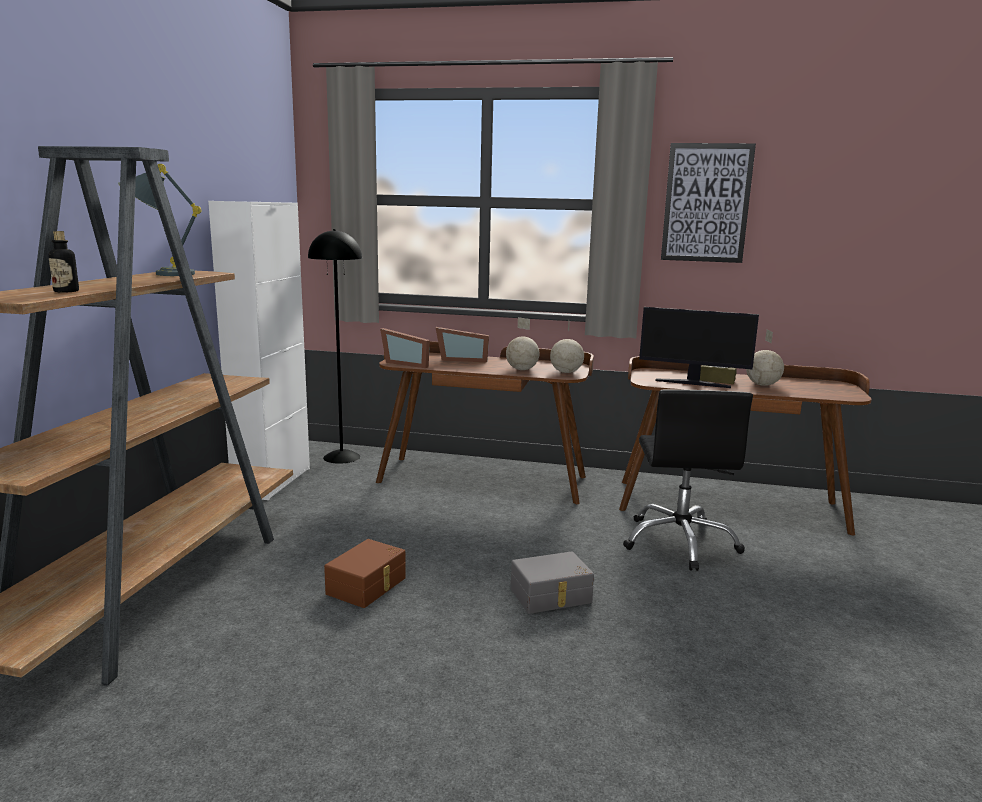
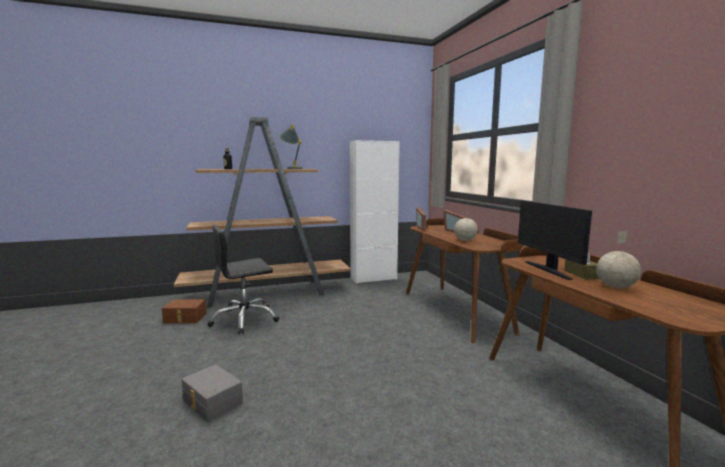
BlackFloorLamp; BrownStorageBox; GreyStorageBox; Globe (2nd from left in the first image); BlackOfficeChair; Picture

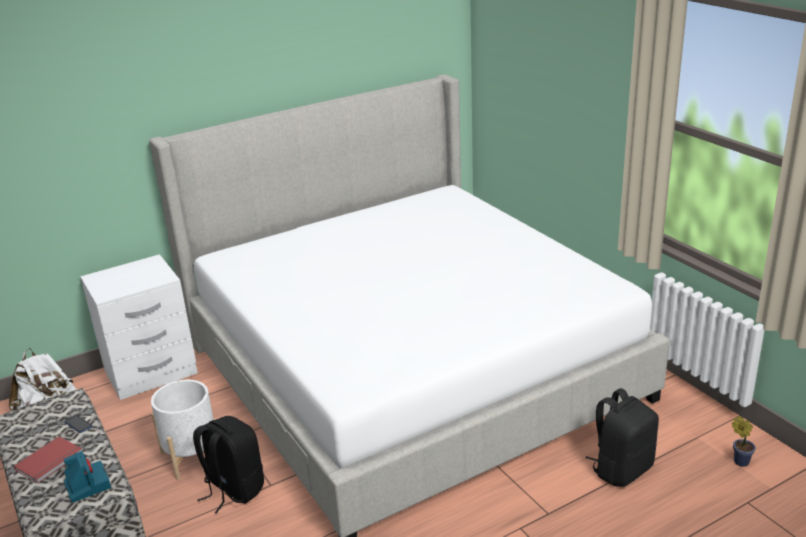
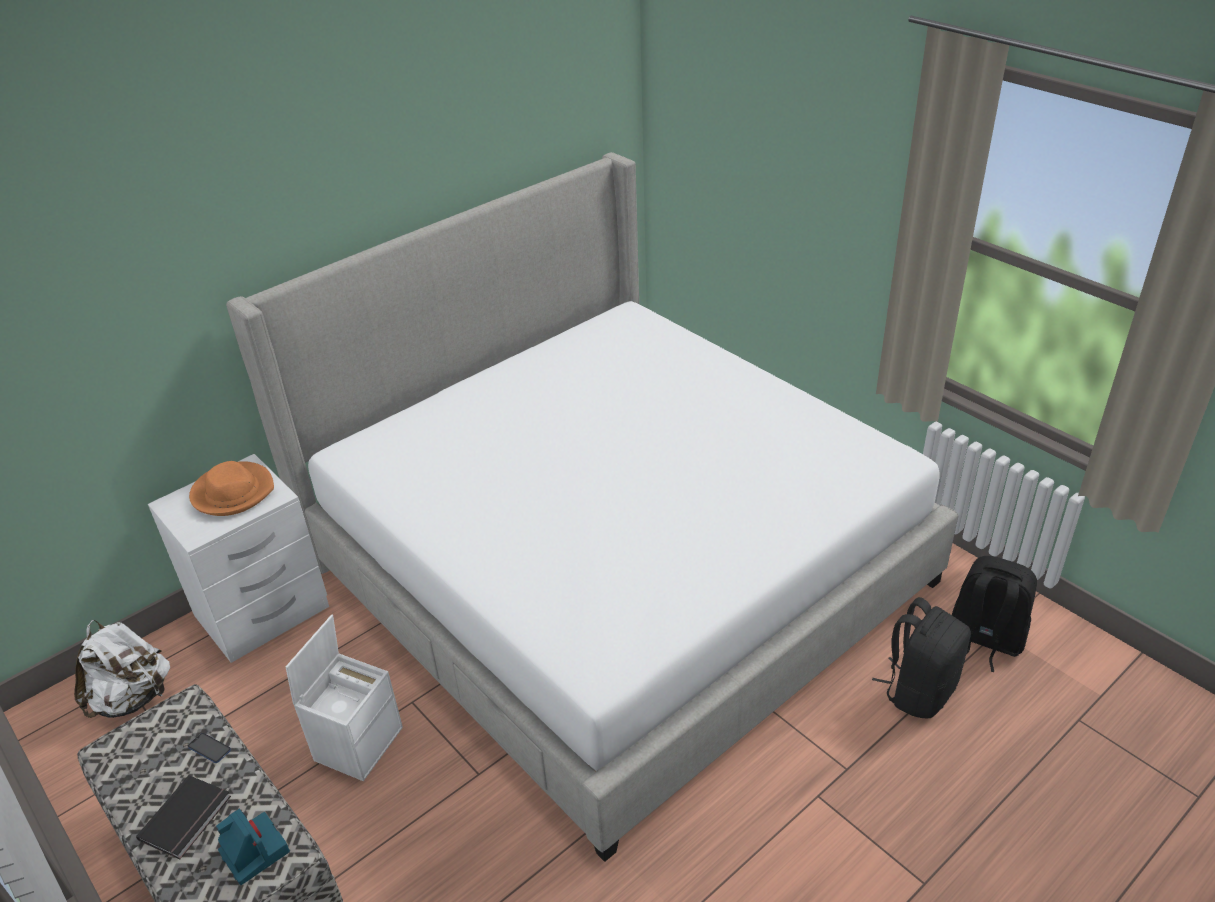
BlackBook; WhiteStorageBox; BlackBackpack (2nd from left); PottedPlant; OrangeHat

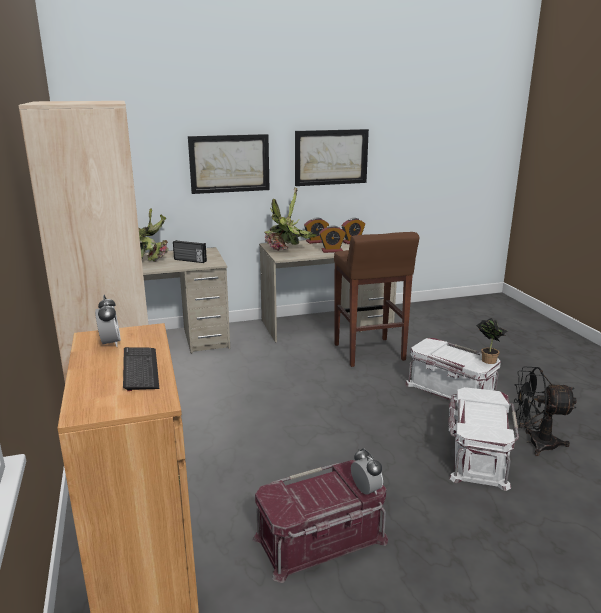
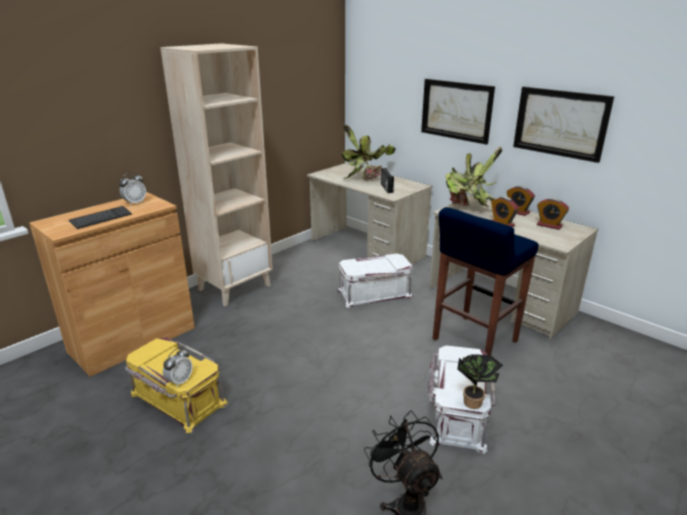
YellowStorageBox; BlueStool; WhiteStorageBox (1st from left)

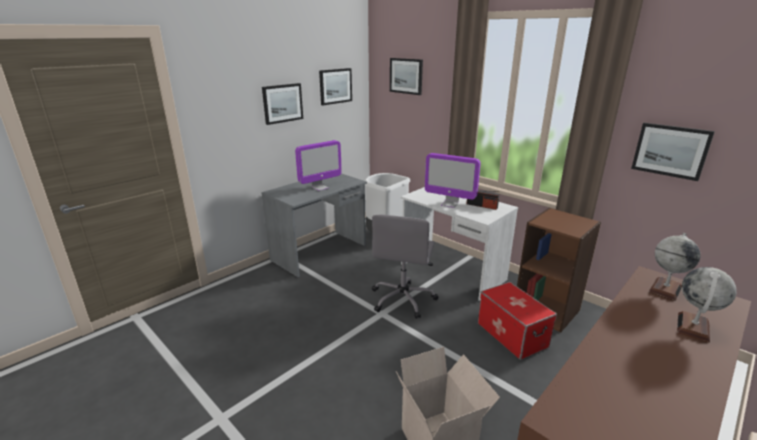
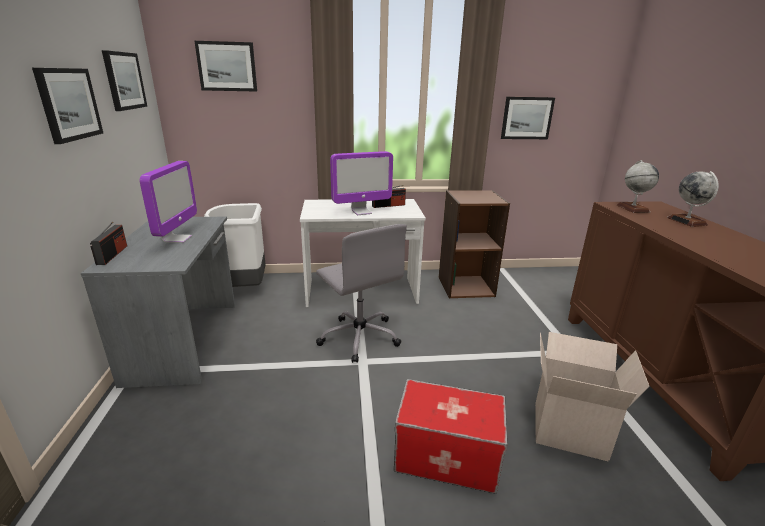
StorageBox; Radio (1st from left)

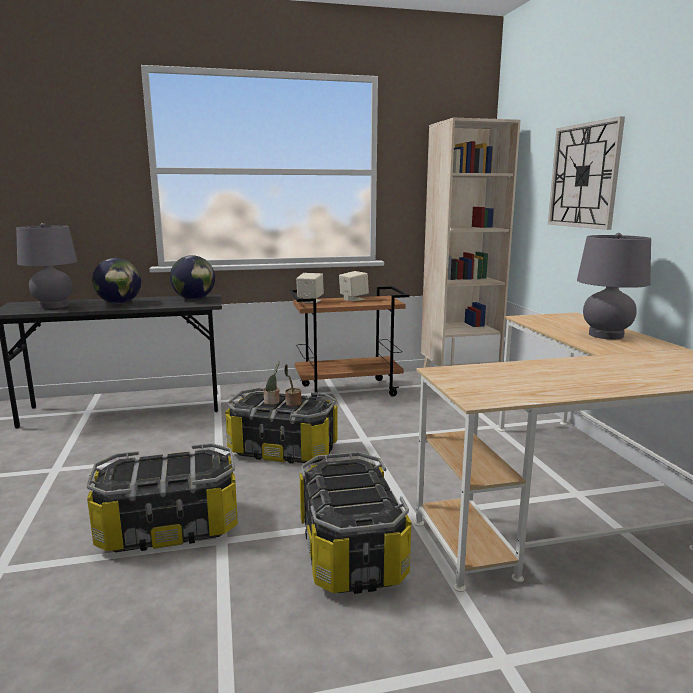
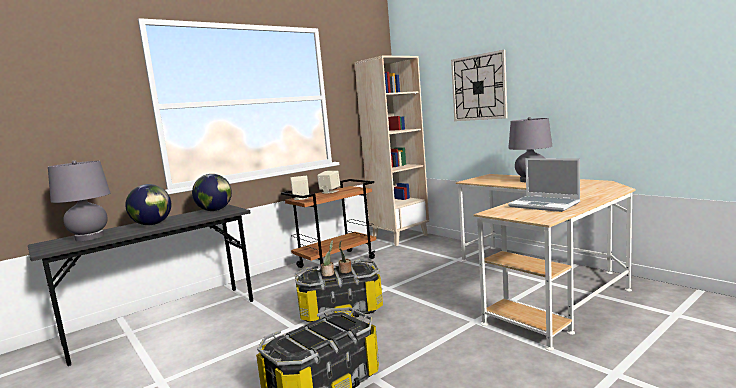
StorageBox (3rd from left in the first image); Laptop

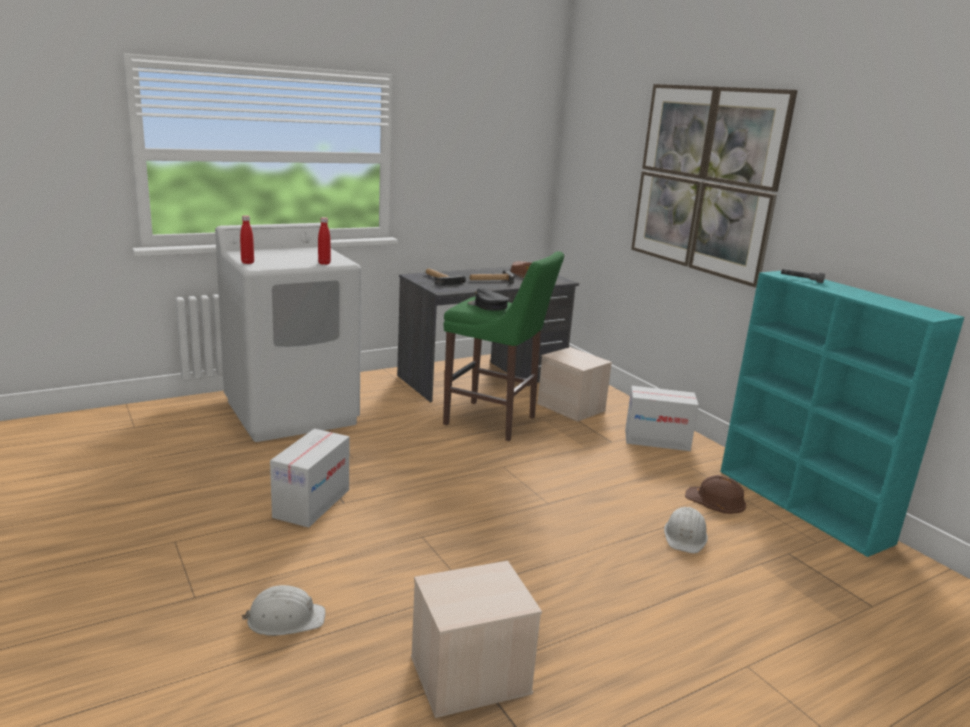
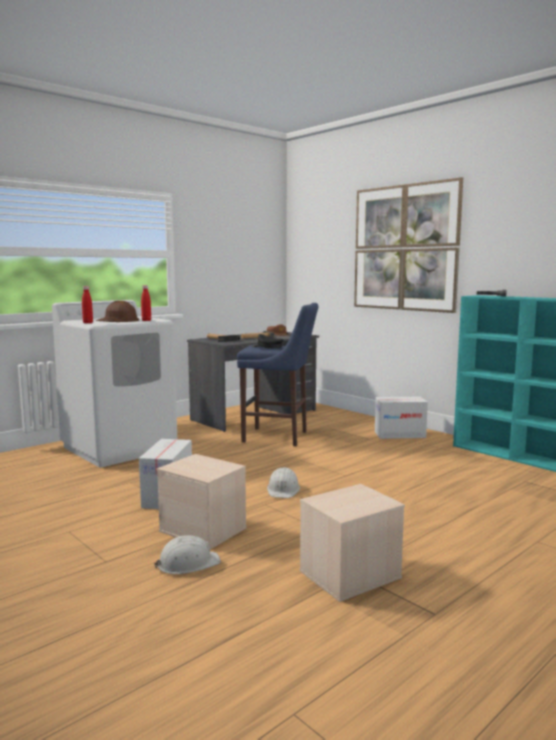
BlueStool; BeigeStorageBox (1st from left); WhiteHardHat (2nd from left); BrownHardHat

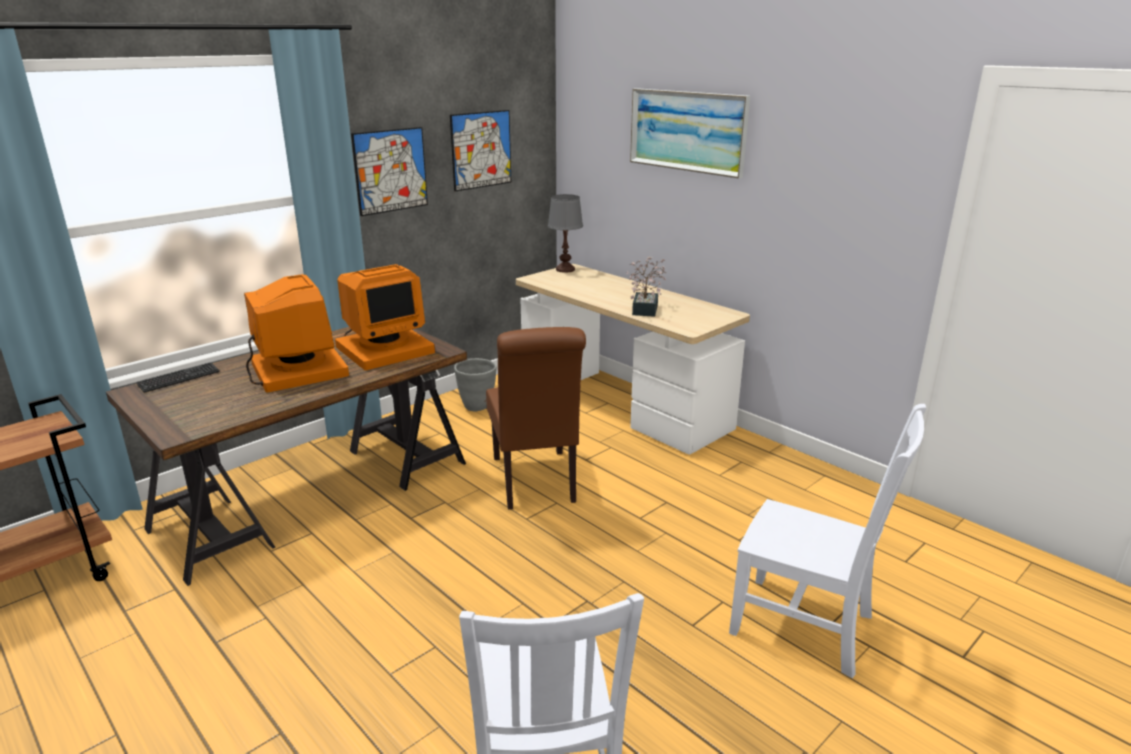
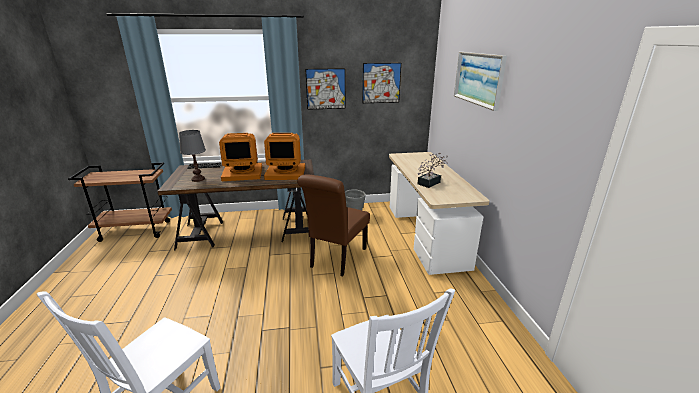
Monitor (1st from left); GreyTableLamp

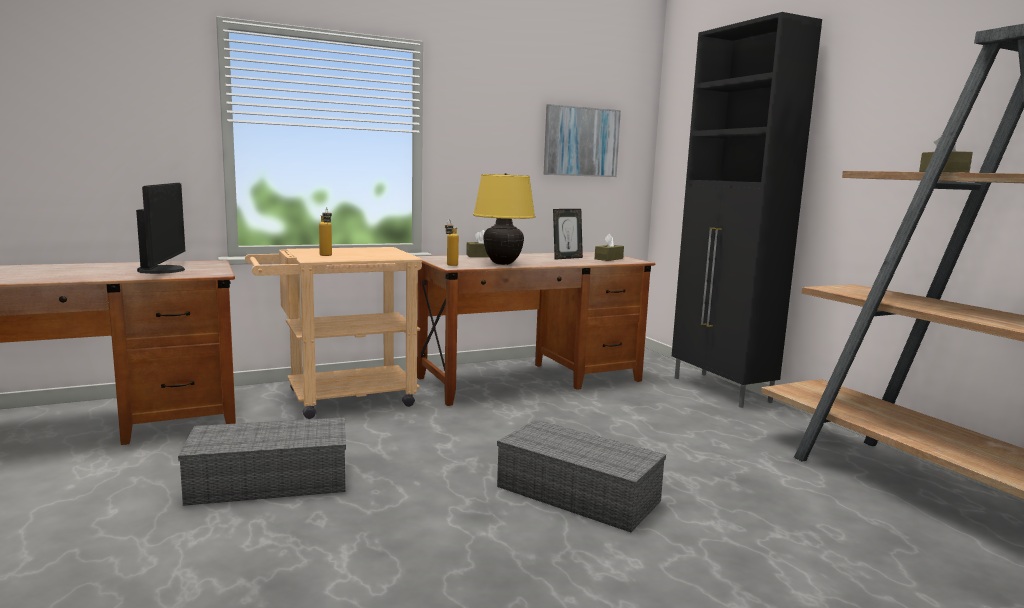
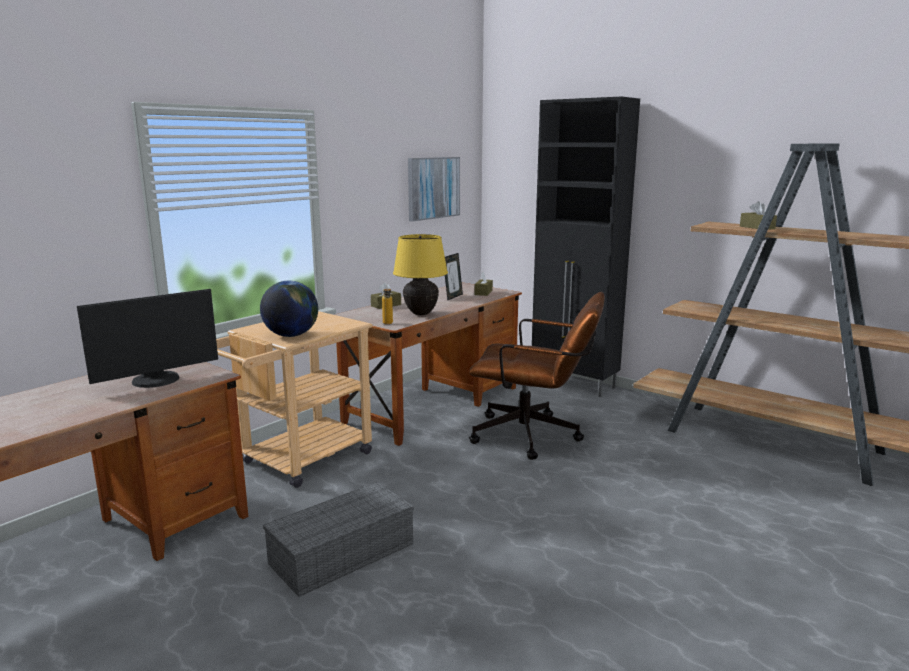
Monitor; Globe; GreyStorageBox (2nd from left in the first image); BrownOfficeChair

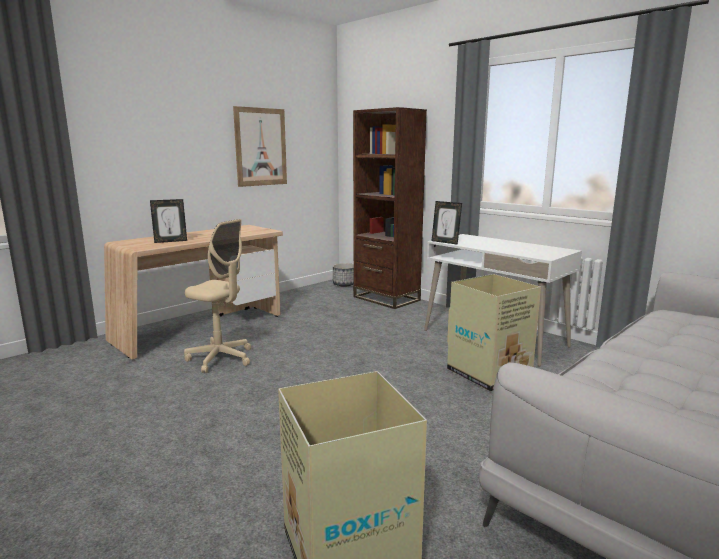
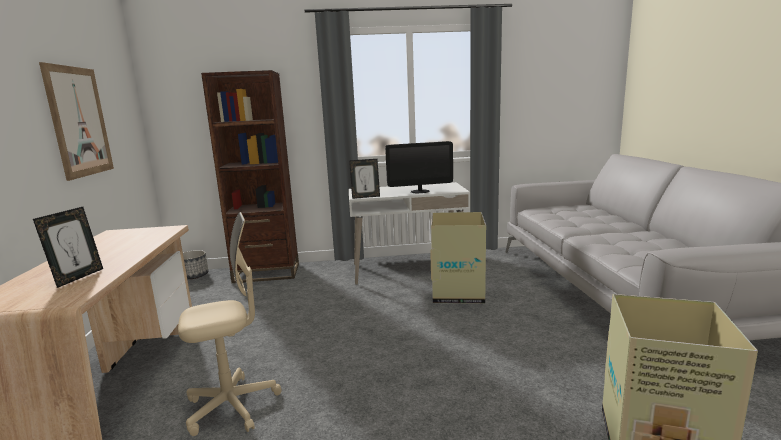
Monitor

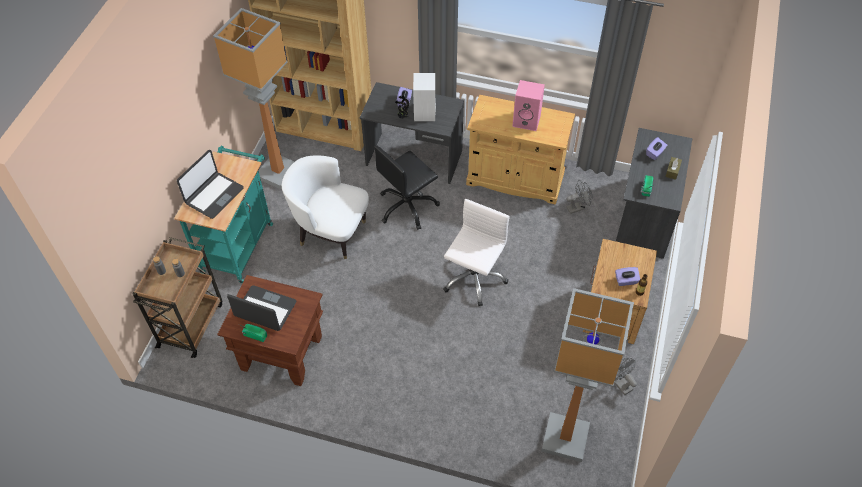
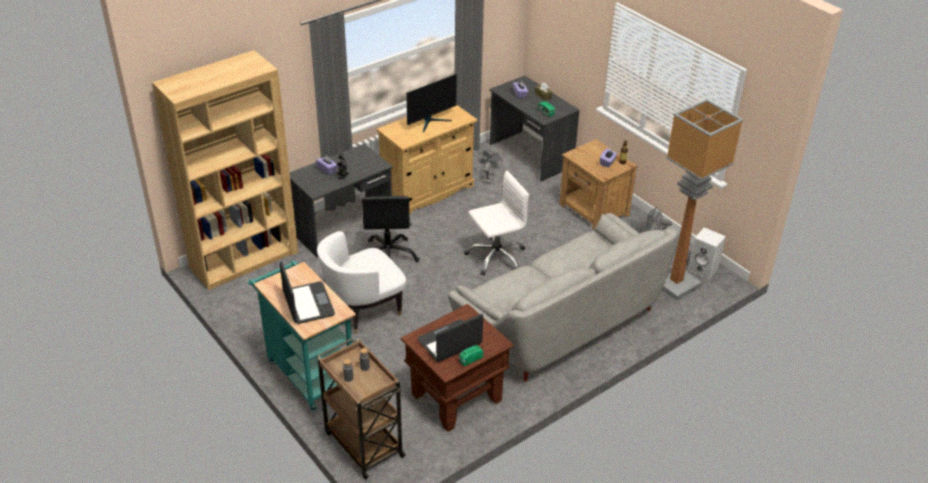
FloorLamp (1st from left in the first image); WhiteSpeaker; WhiteOfficeChair; Monitor; GreySofa

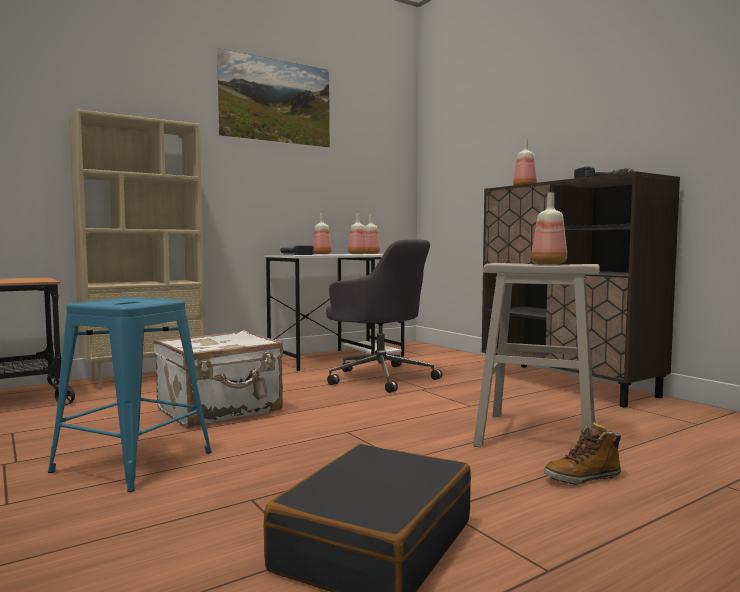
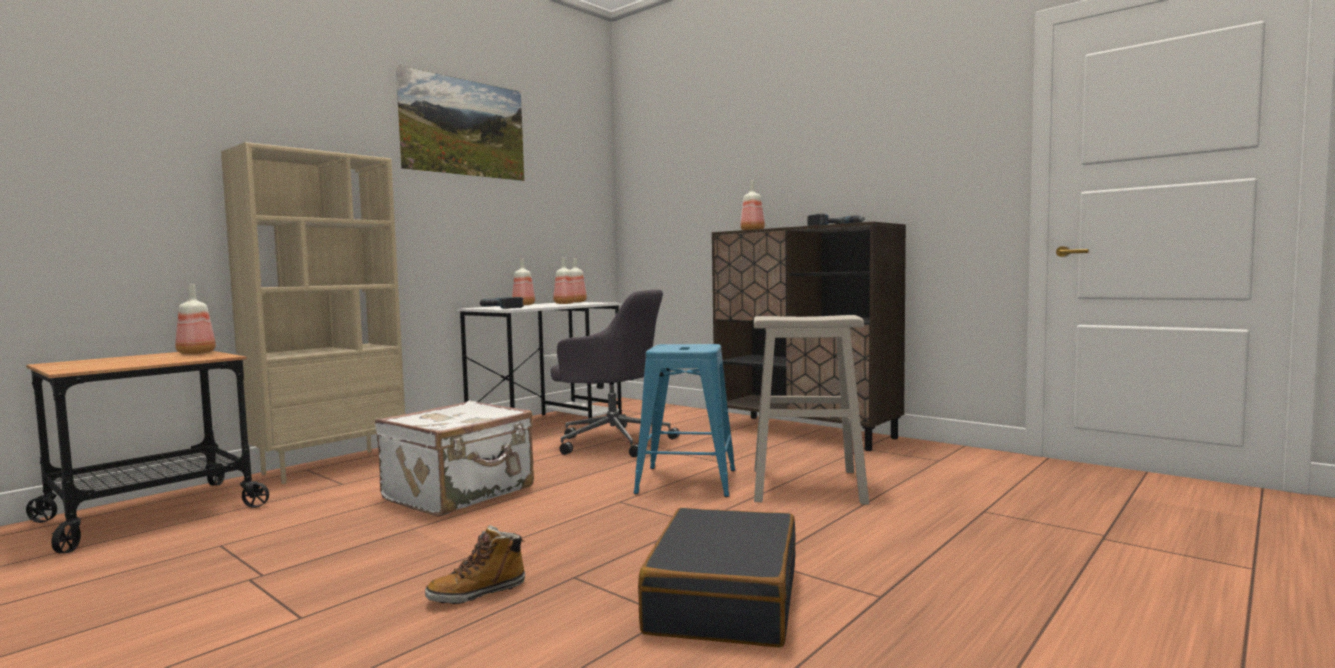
BlueStool; Bottle (1st from left); Boot

